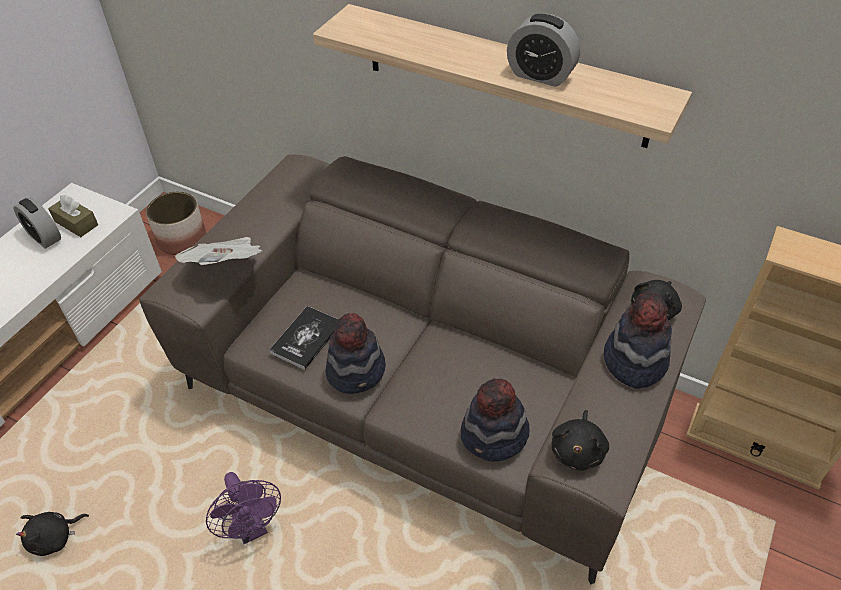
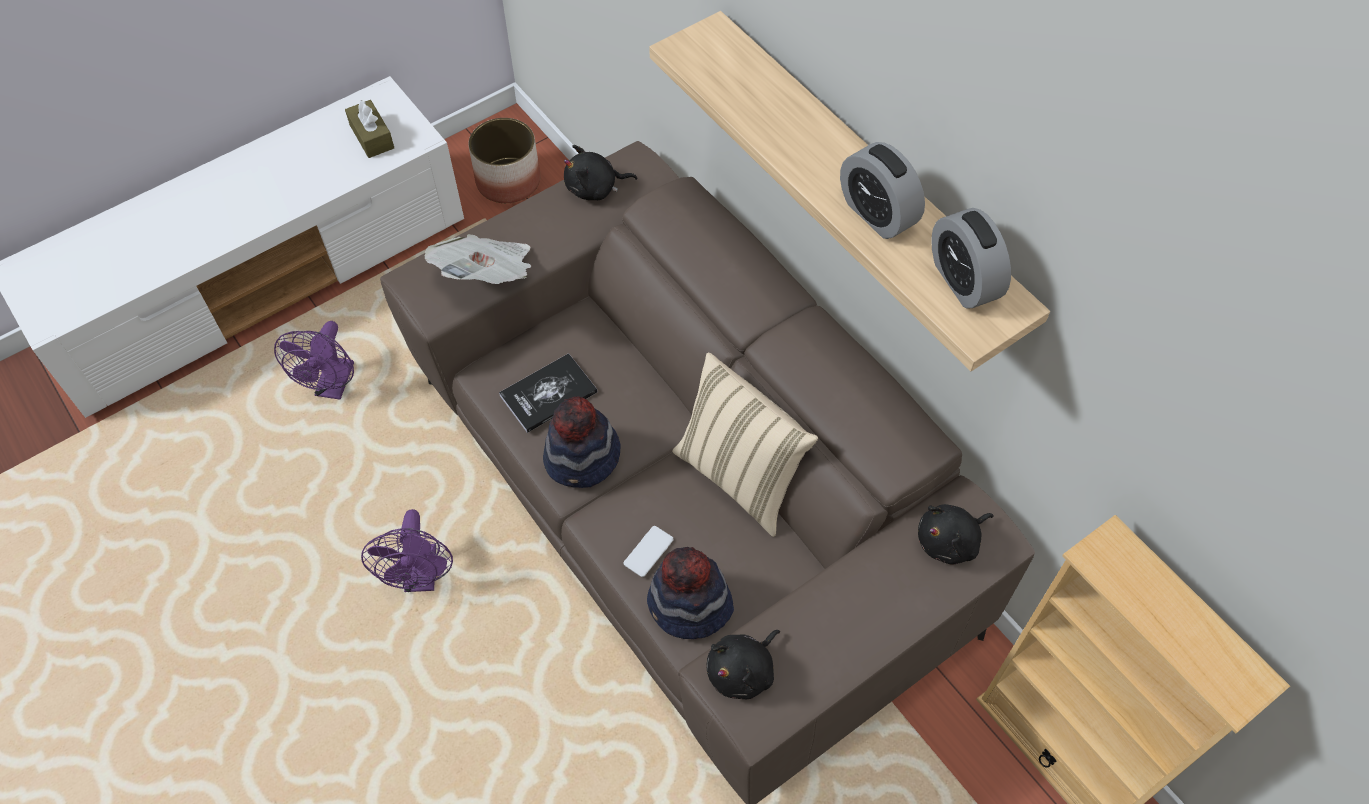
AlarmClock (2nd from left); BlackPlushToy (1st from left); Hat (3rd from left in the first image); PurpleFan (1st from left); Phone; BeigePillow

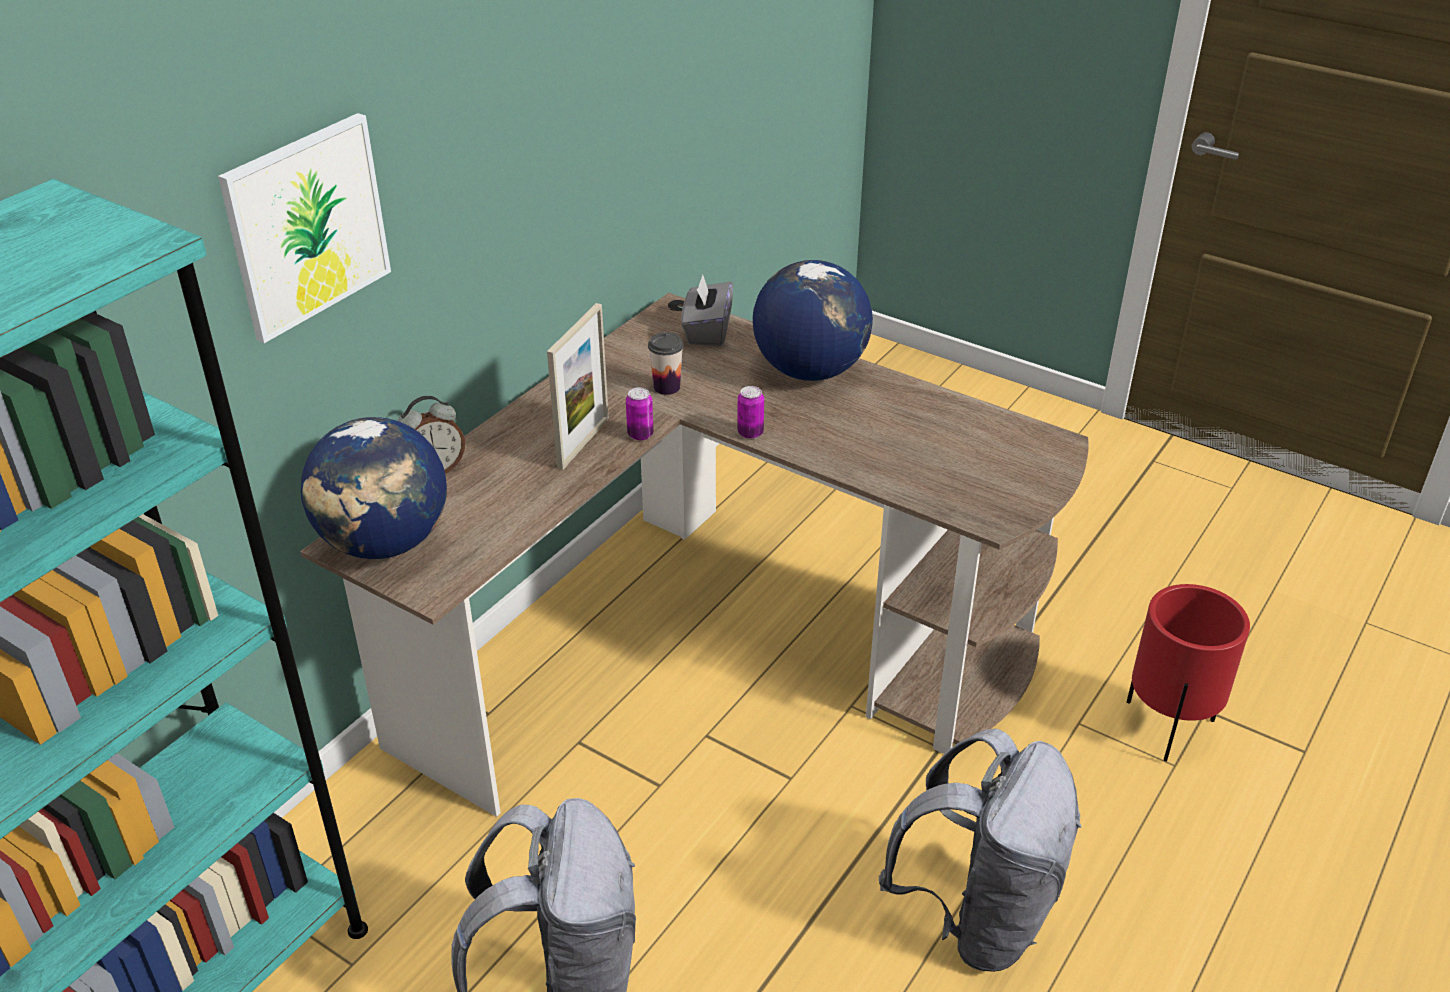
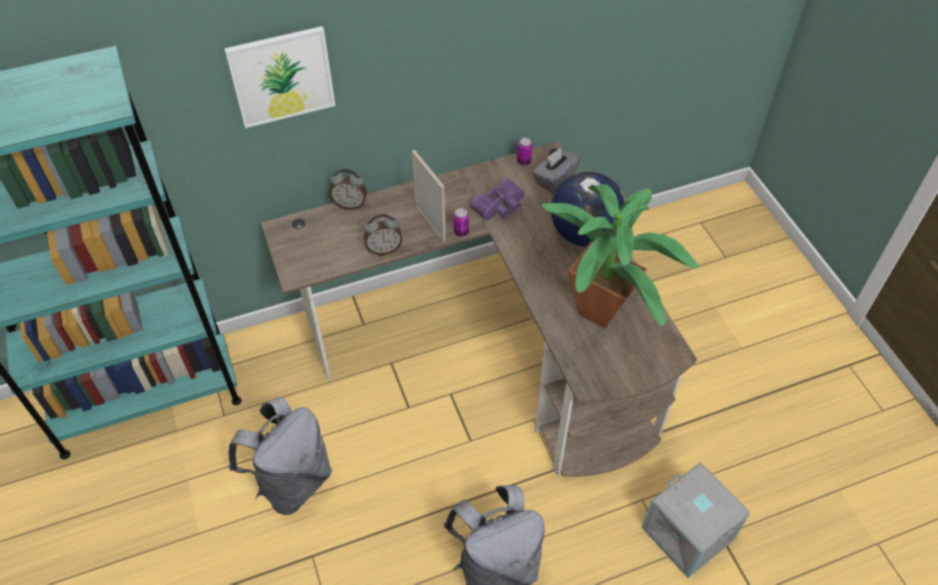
Globe (1st from left in the first image); PictureFrame; PurpleBinoculars; Can (2nd from left); GreyStorageBox; AlarmClock (2nd from left); PottedPlant

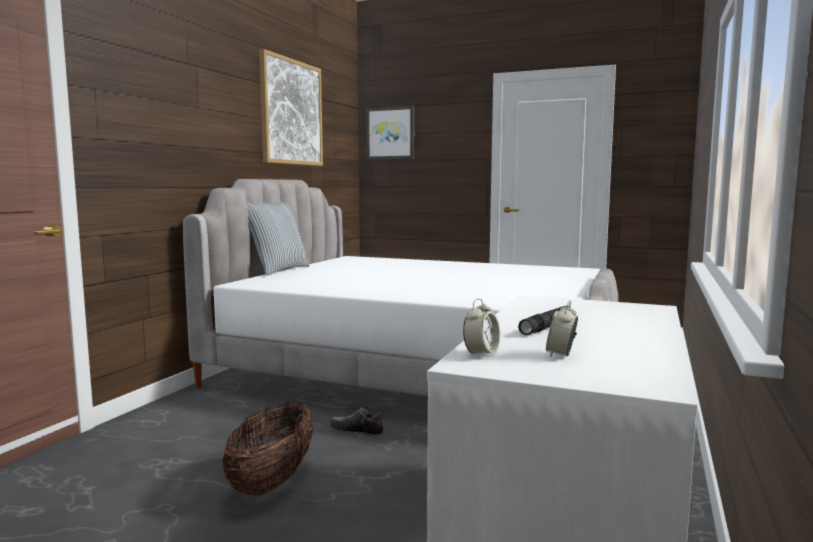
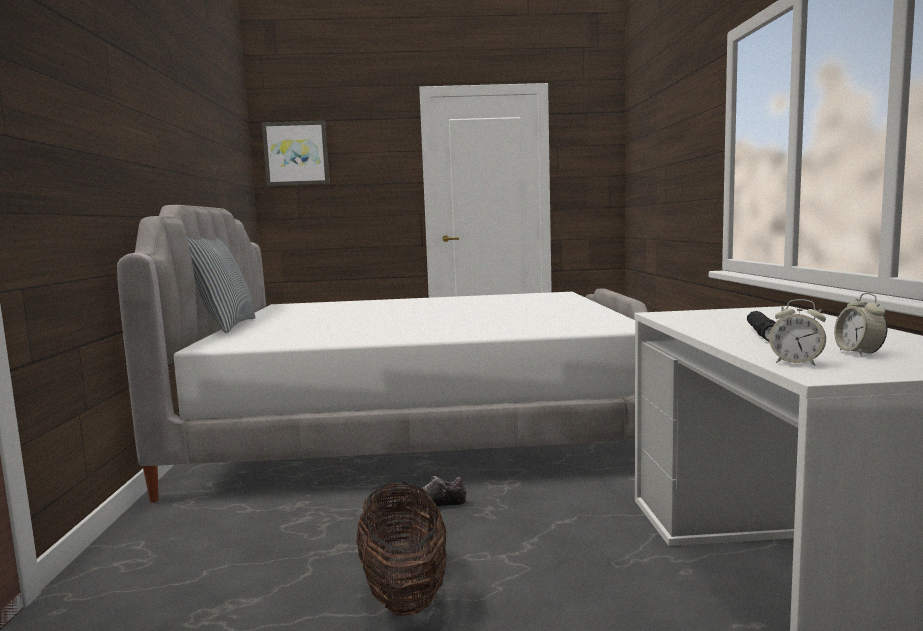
Picture (1st from left in the first image); AlarmClock (1st from left)

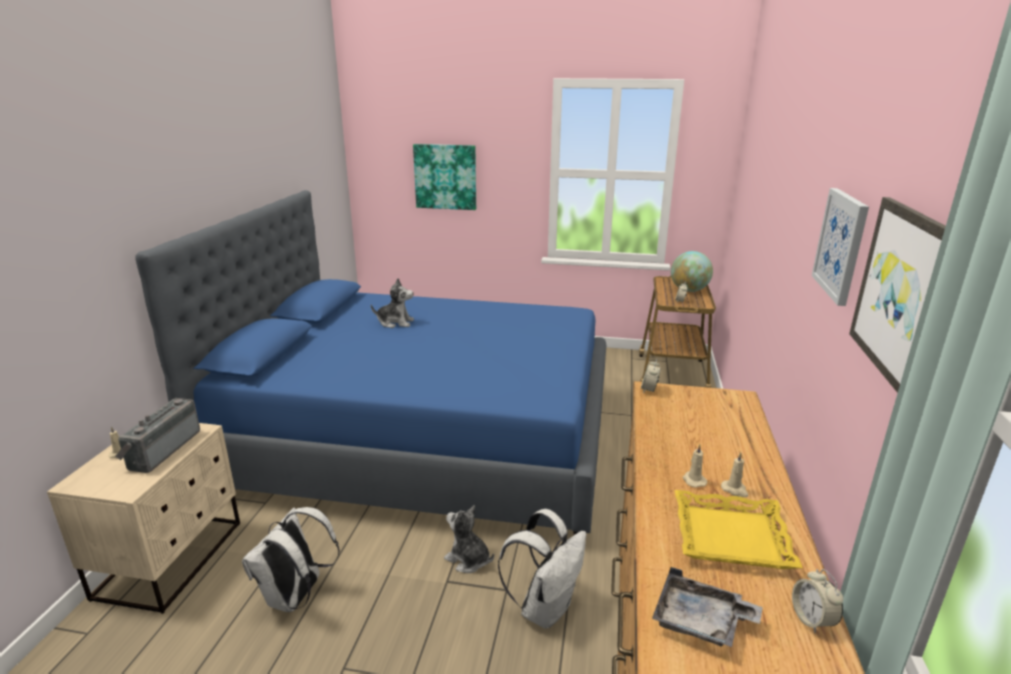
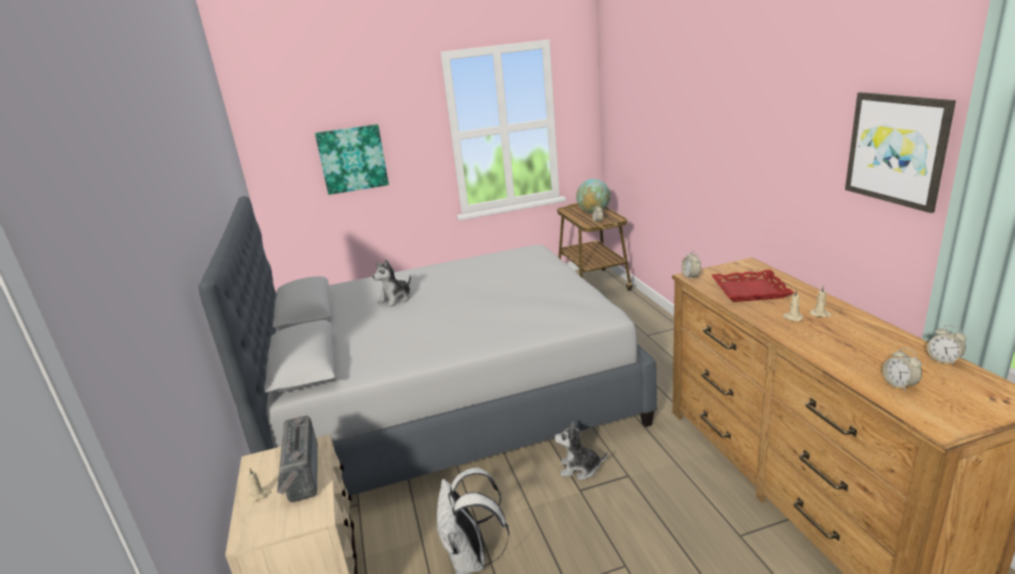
GreyBed; PlushToy (1st from left); WhiteBackpack (2nd from left in the first image); AlarmClock (3rd from left); YellowTray; Picture (2nd from left in the first image); RedTray

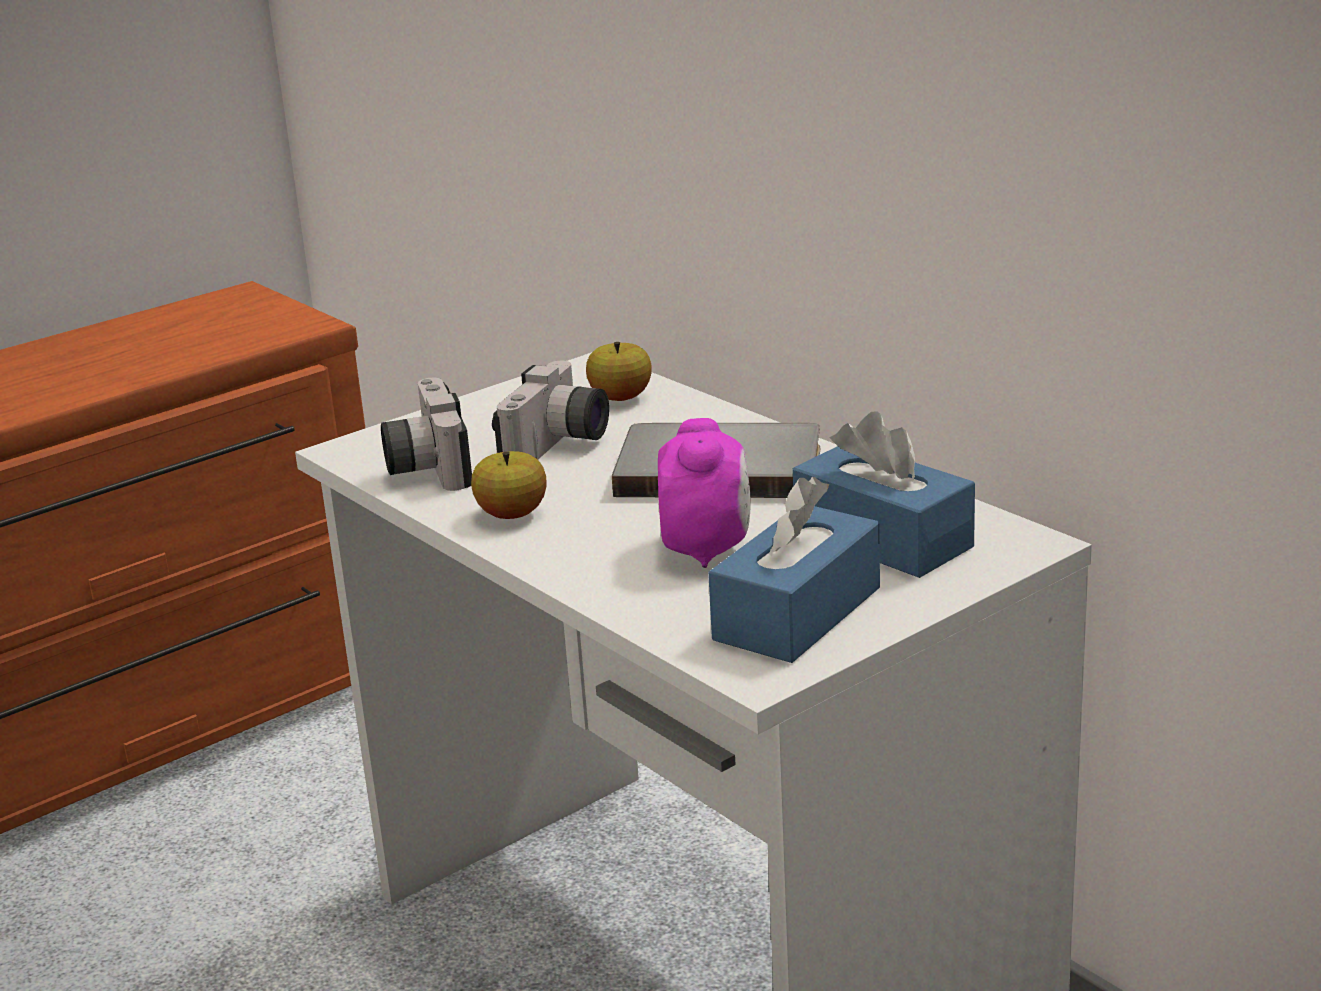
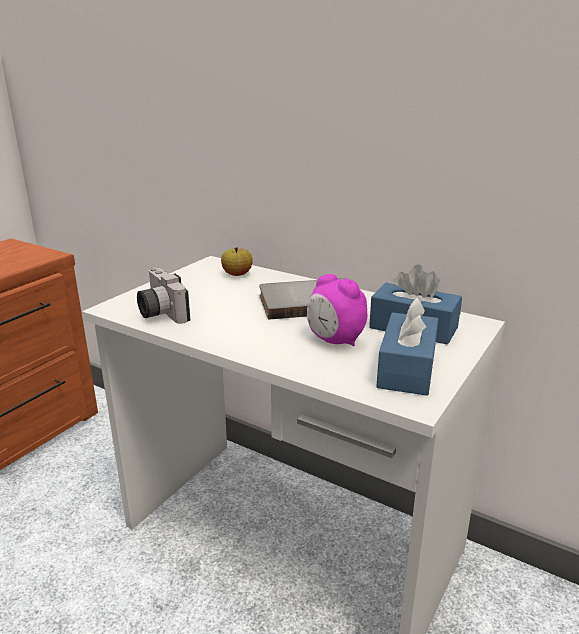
Apple (1st from left in the first image); PhotoCamera (2nd from left in the first image); AlarmClock

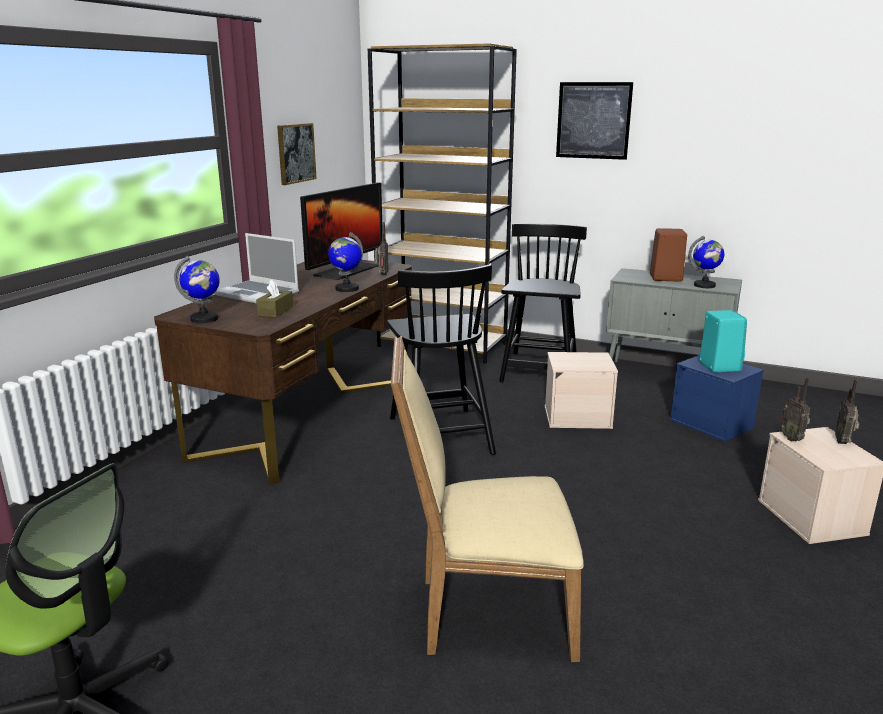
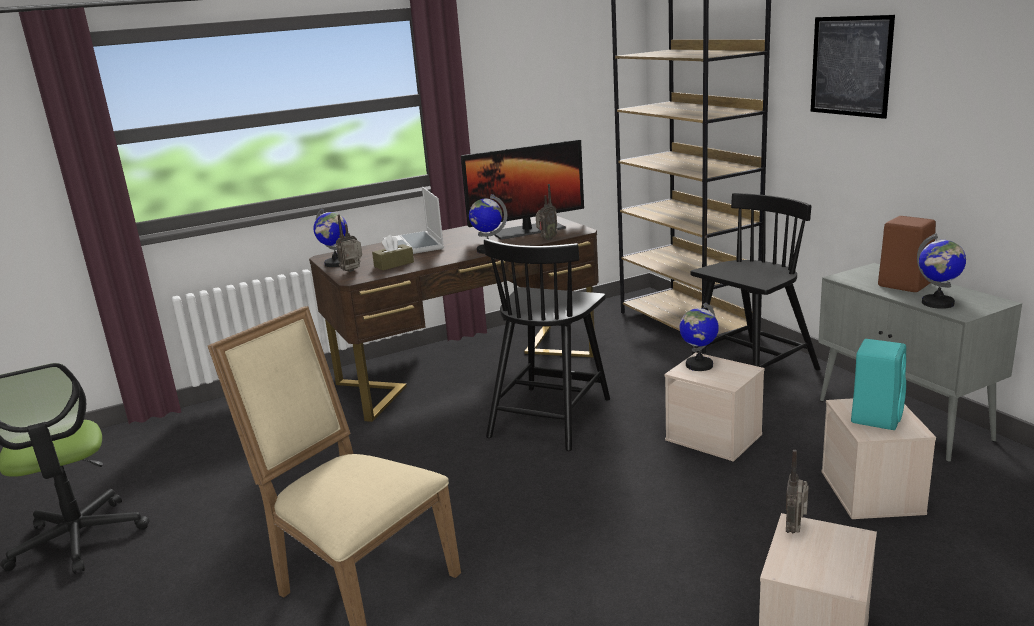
Picture (1st from left in the first image); BeigeStorageBox (3rd from left); Radio (1st from left); Globe (3rd from left)

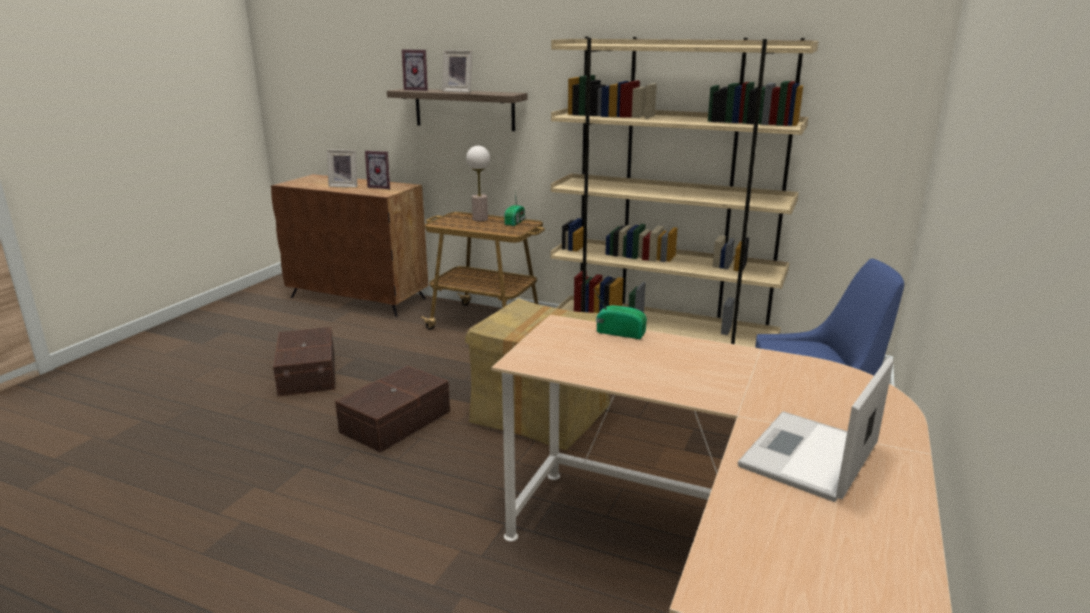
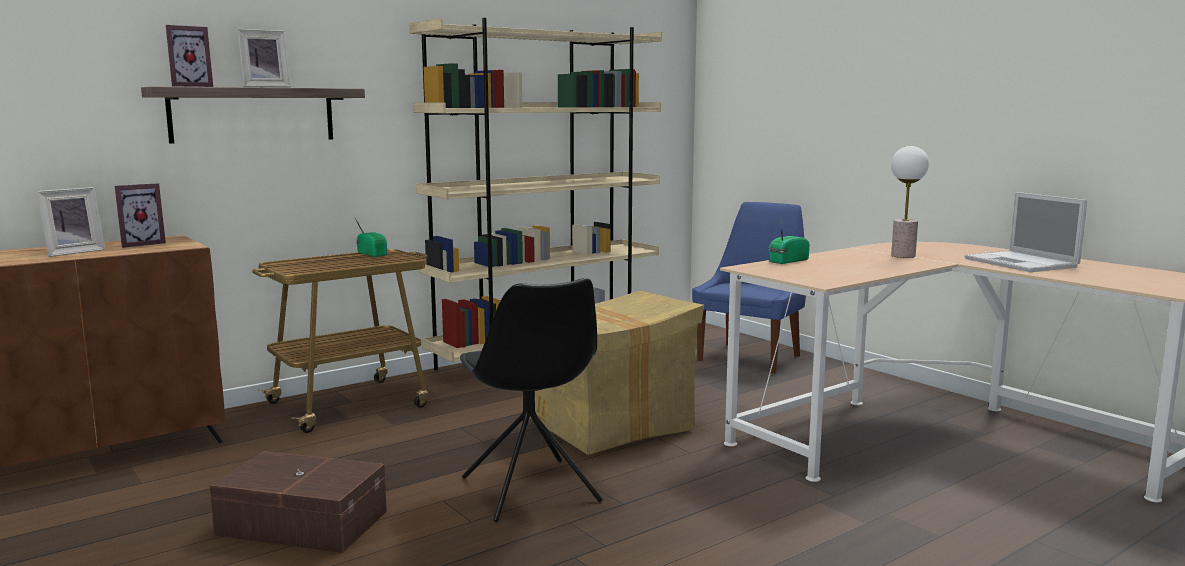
BlackChair; TableLamp

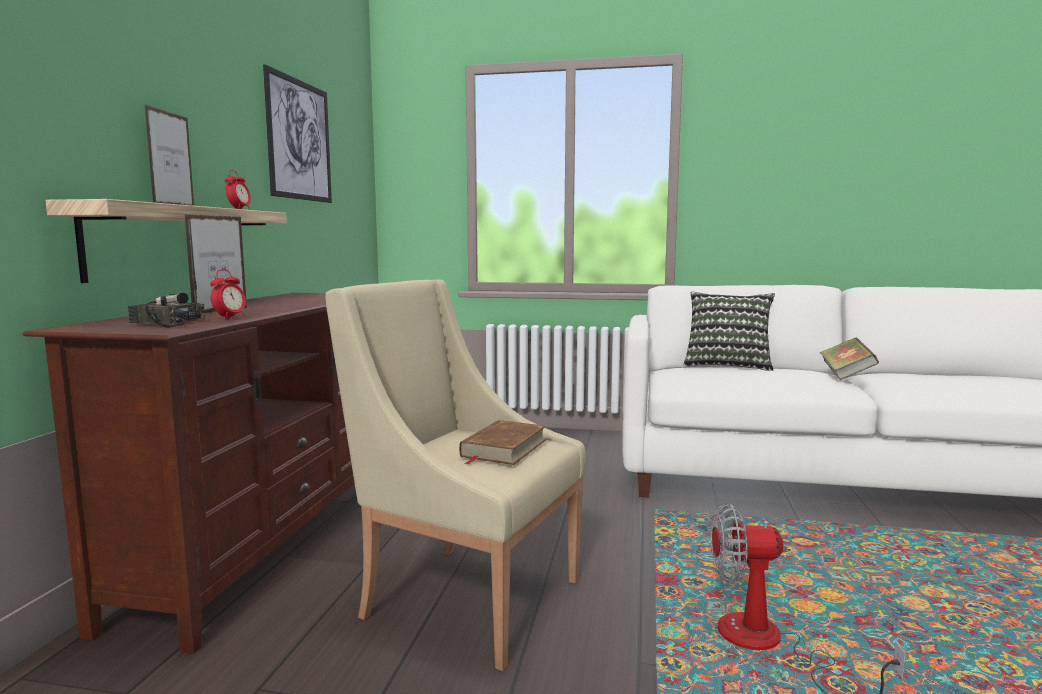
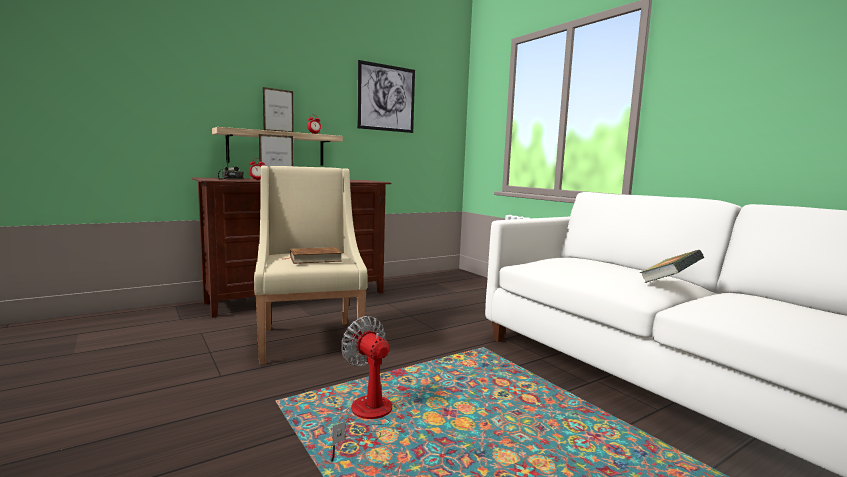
Pillow

